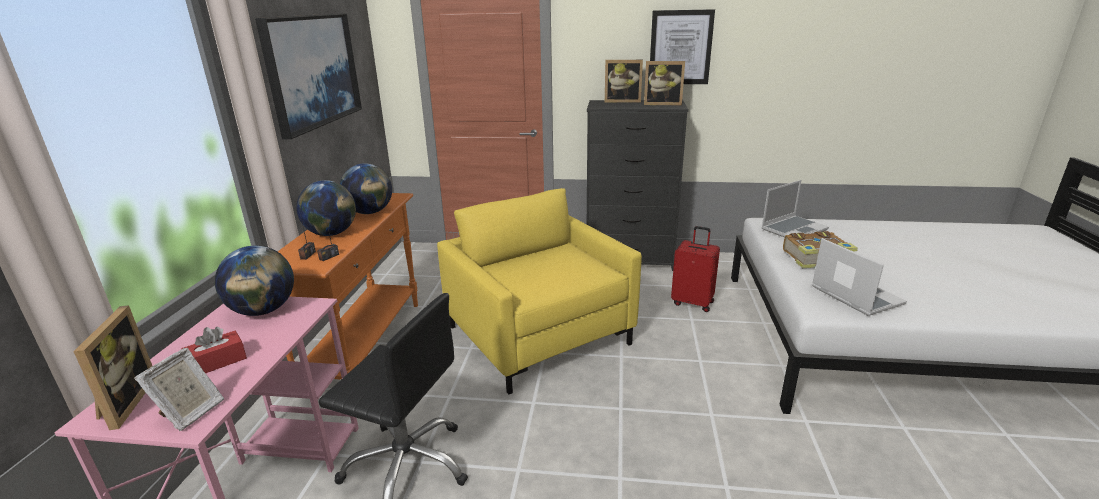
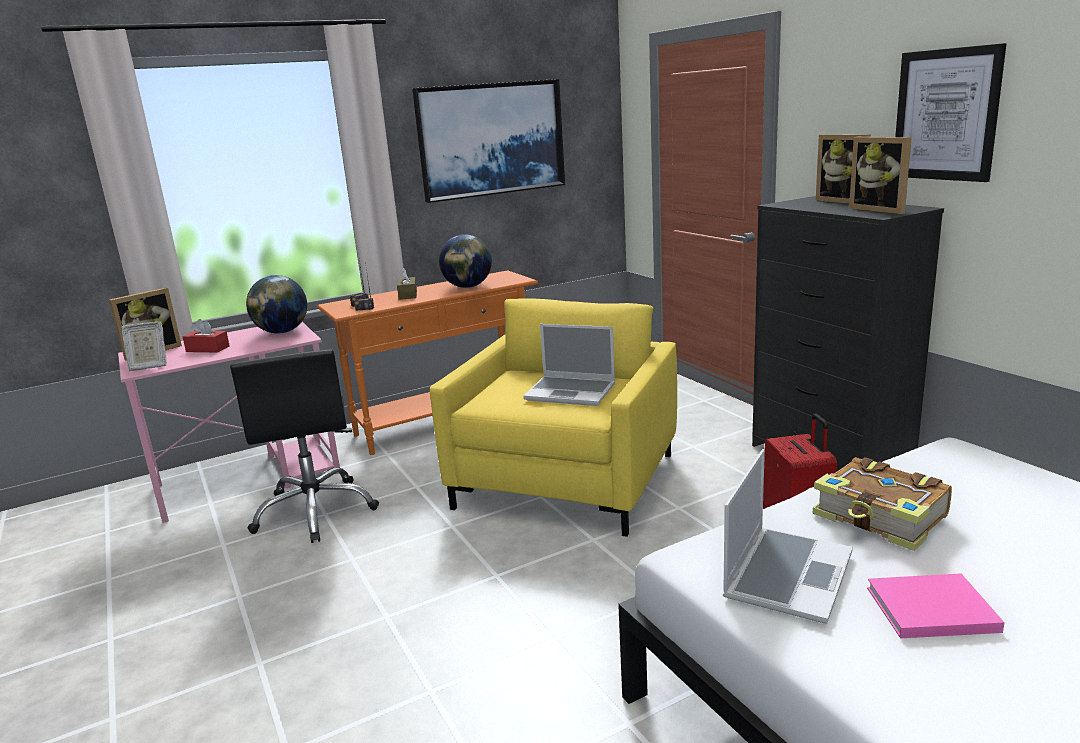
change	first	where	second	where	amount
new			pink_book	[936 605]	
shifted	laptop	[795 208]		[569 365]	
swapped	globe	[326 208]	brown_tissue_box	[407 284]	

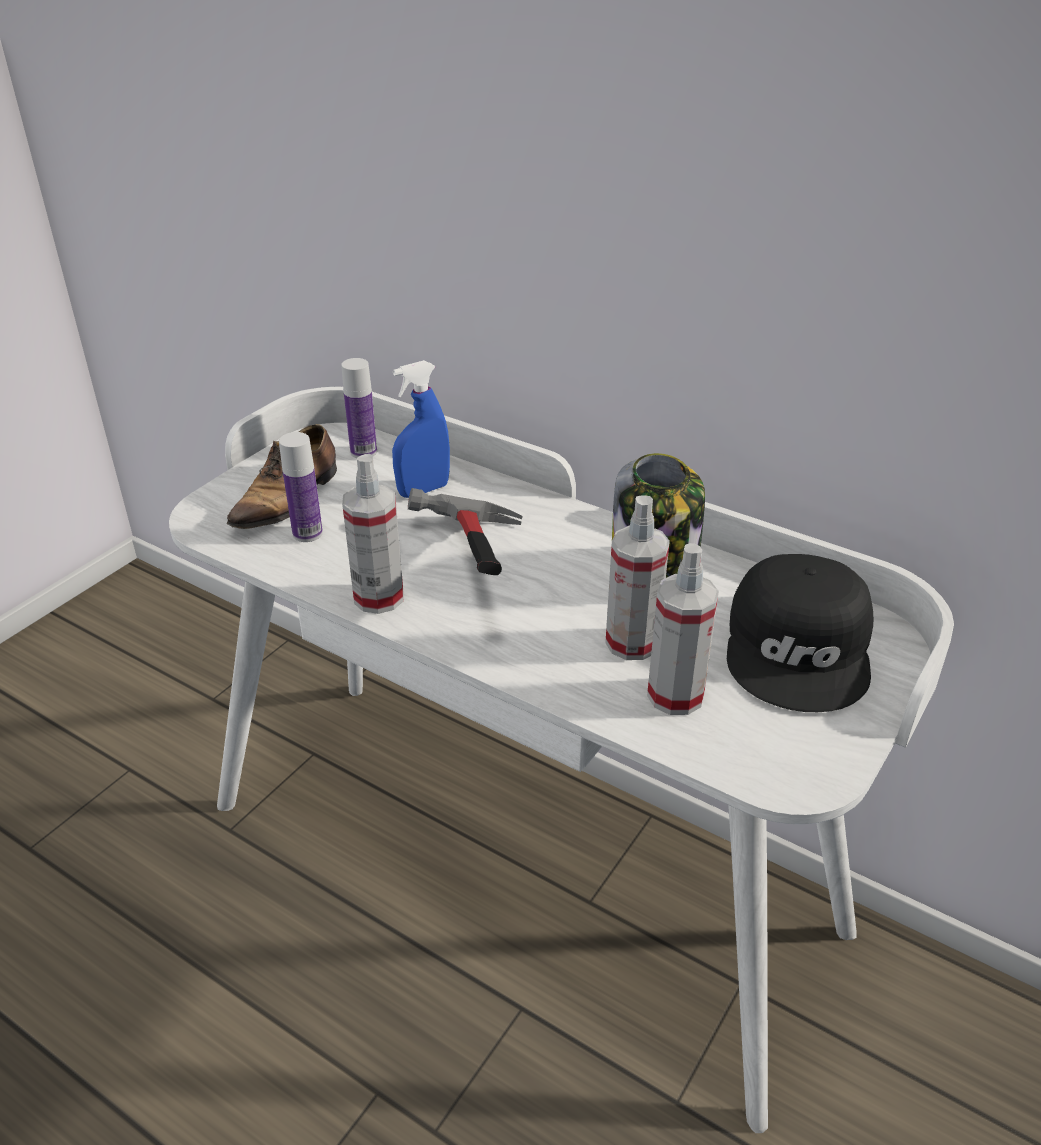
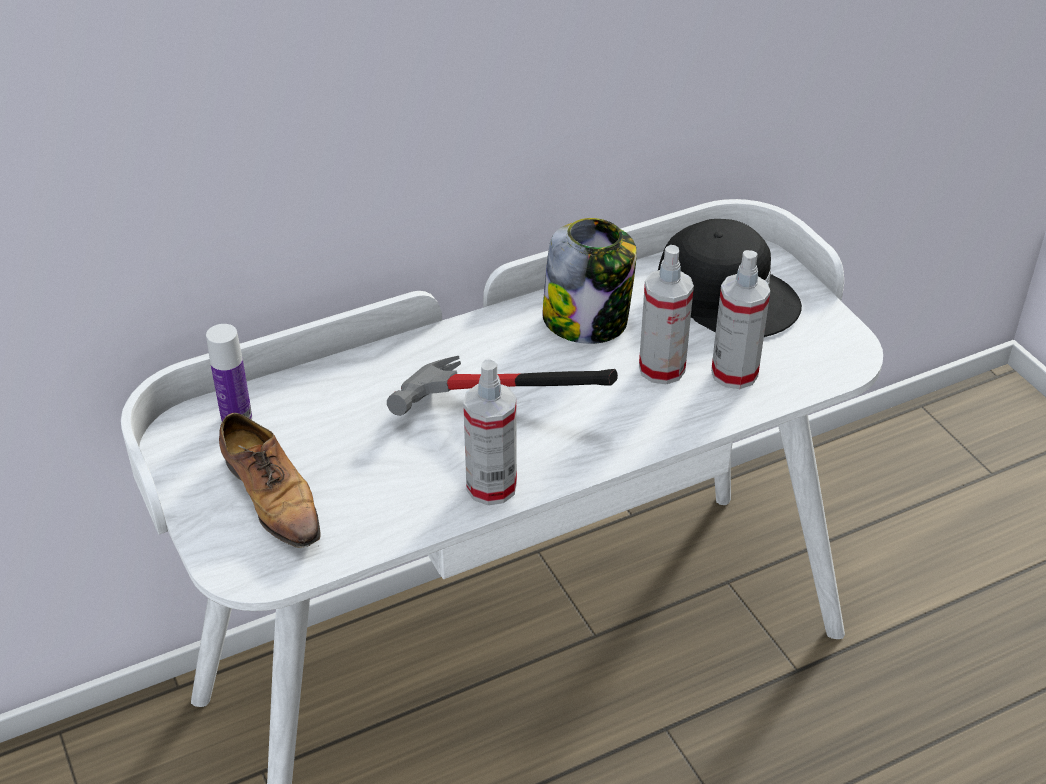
change	first	where	second	where	amount
gone	bottle	[301 487]			
gone	blue_spray_bottle	[421 429]			

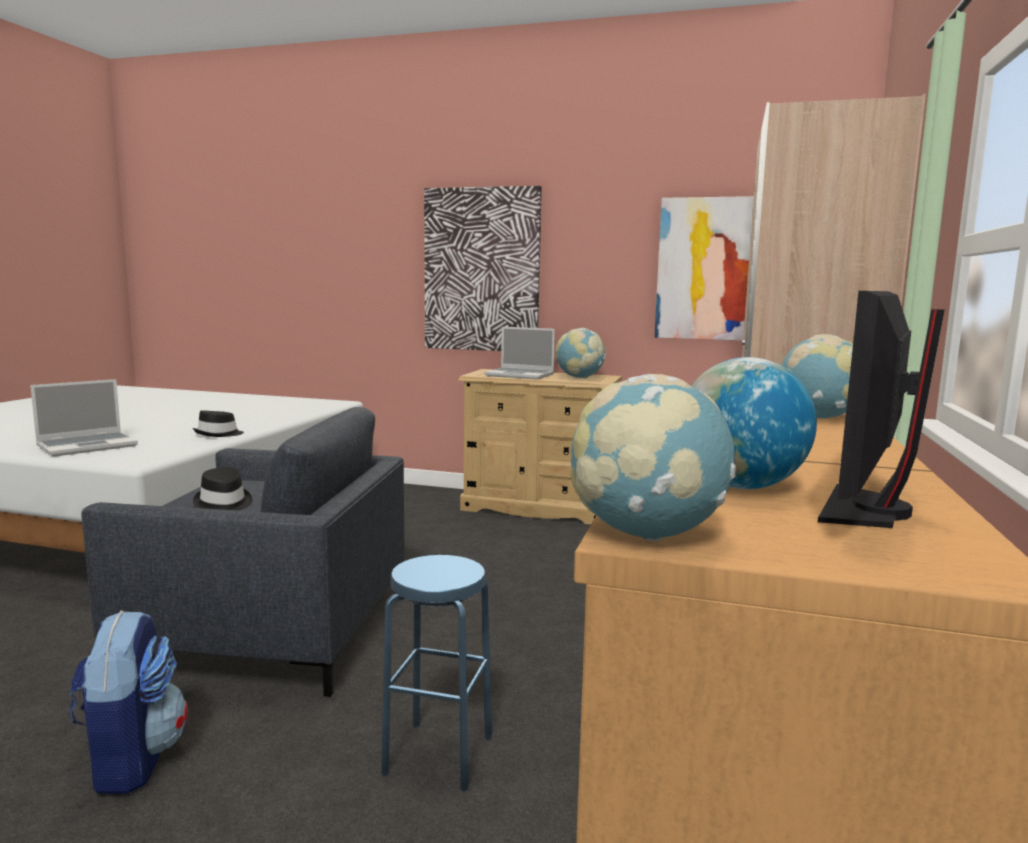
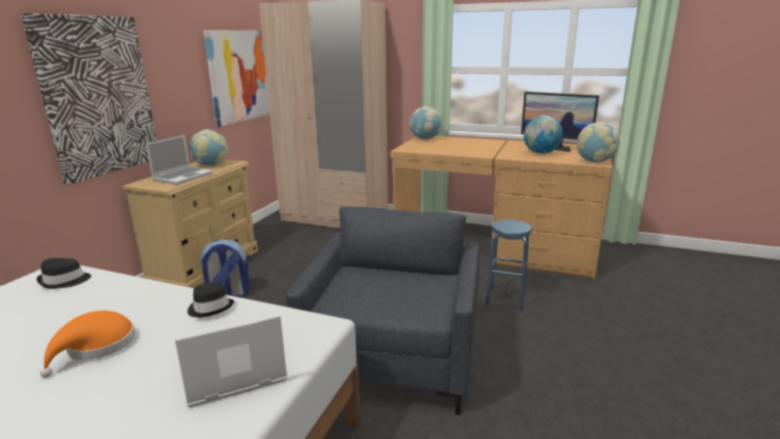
change	first	where	second	where	amount
new			orange_hat	[87 344]	
shifted	backpack	[128 702]		[225 268]	
shifted	black_hat	[223 489]		[64 273]	
rotated	laptop	[84 418]		[231 361]	75 degrees counterclockwise

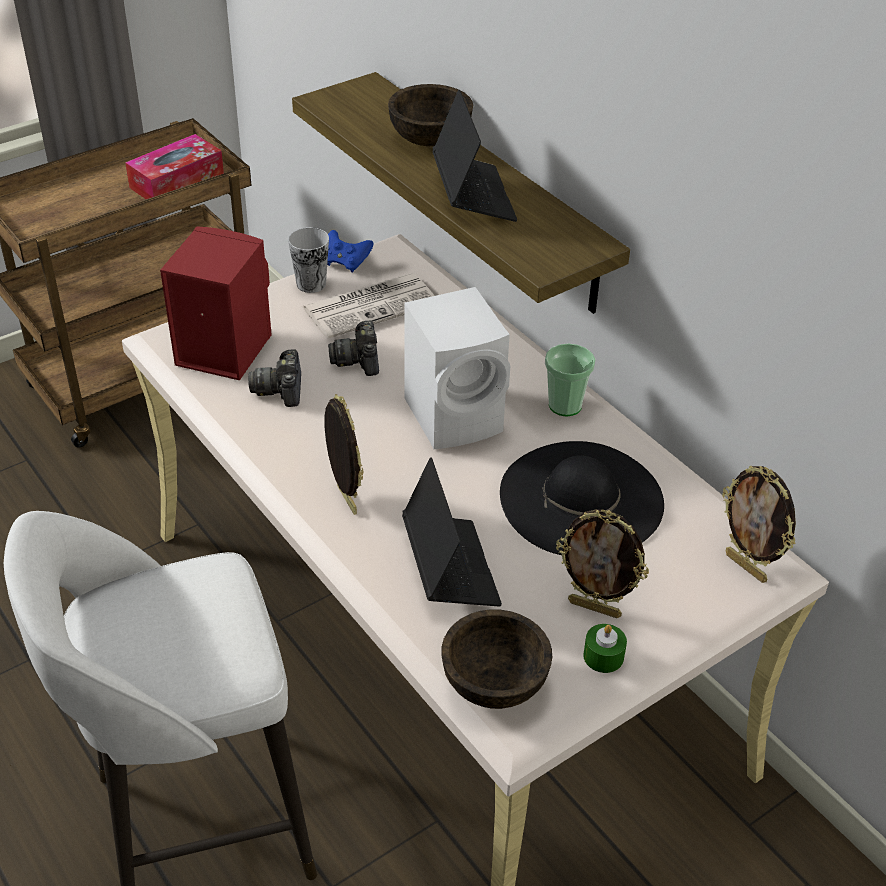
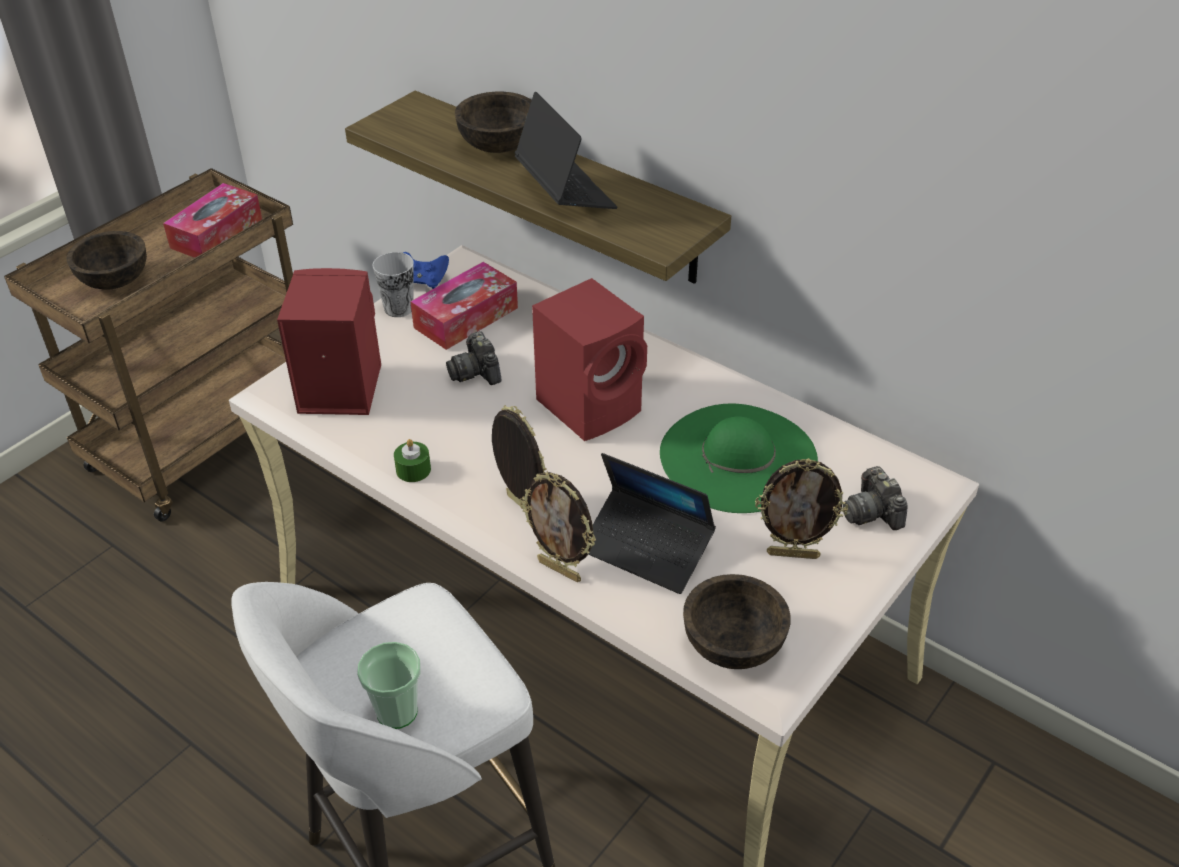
change	first	where	second	where	amount
new			brown_bowl	[106 260]	
shifted	photo_camera	[274 378]		[875 498]	
shifted	cup	[570 380]		[389 685]	
shifted	green_candle	[605 648]		[412 460]	
shifted	picture_frame	[759 524]		[557 527]	
swapped	newspaper	[368 306]	tissue_box	[464 306]	
repainted	white_speaker	[457 368]	red_speaker	[589 359]	
repainted	black_hat	[582 498]	green_hat	[739 458]	
rotated	laptop	[452 531]		[652 523]	150 degrees clockwise

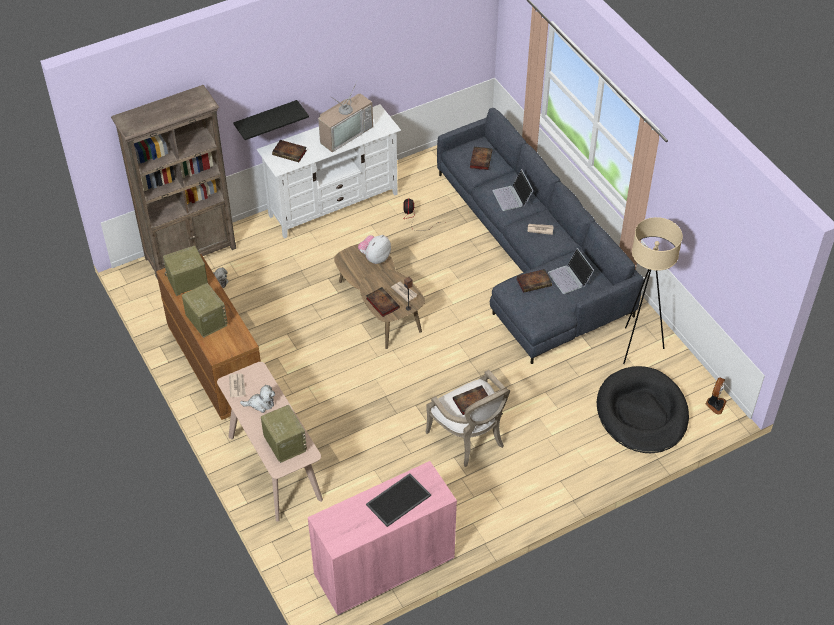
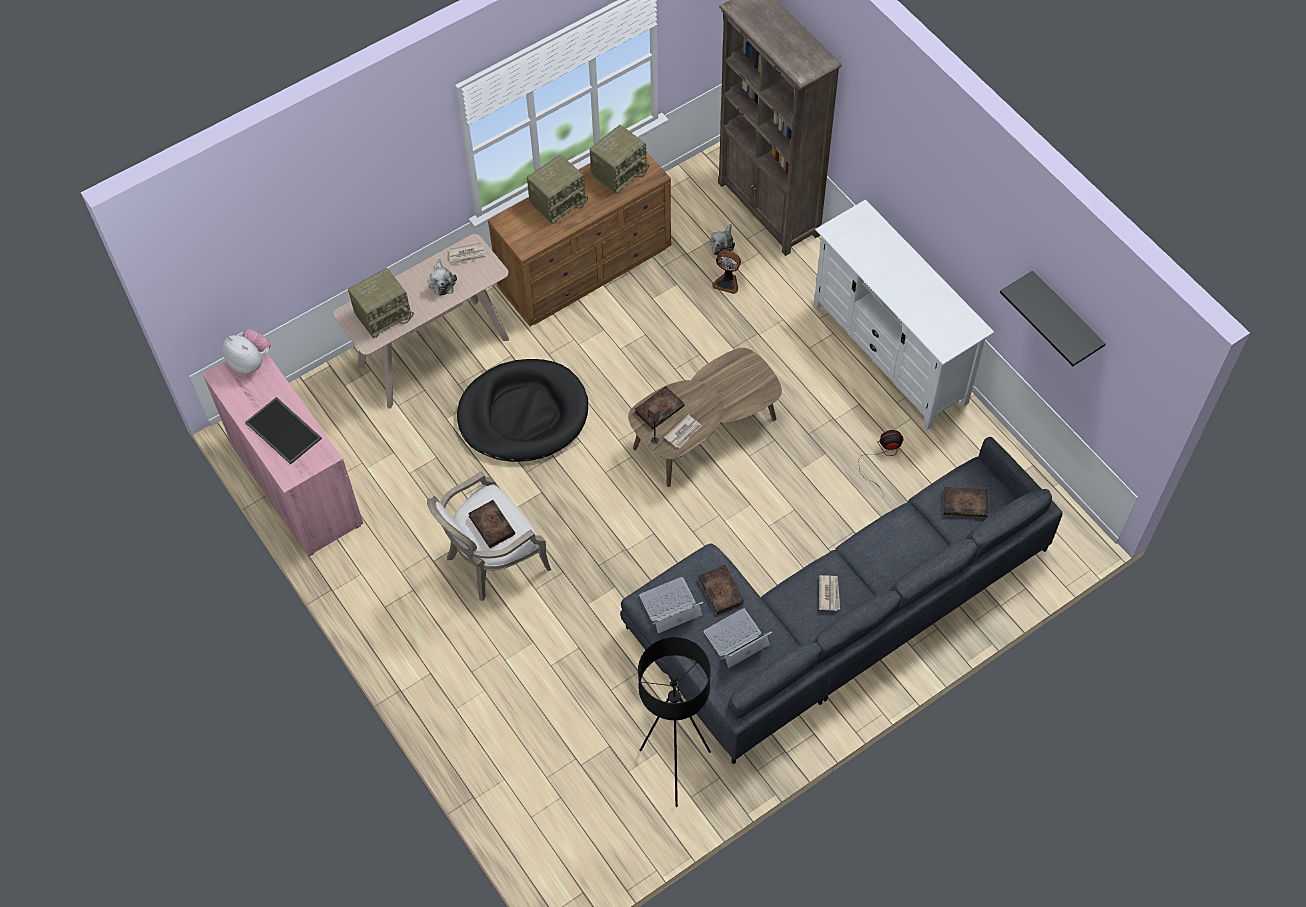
change	first	where	second	where	amount
gone	book	[289 151]			
gone	television	[345 116]			
shifted	black_shelf	[271 120]		[1053 318]	
shifted	plush_toy	[374 249]		[246 351]	
shifted	laptop	[512 190]		[671 605]	
shifted	black_dog_bed	[643 409]		[522 410]	
shifted	fan	[716 396]		[726 272]	
repainted	beige_floor_lamp	[653 290]	black_floor_lamp	[674 722]	
rotated	radio	[185 271]		[619 159]	75 degrees clockwise

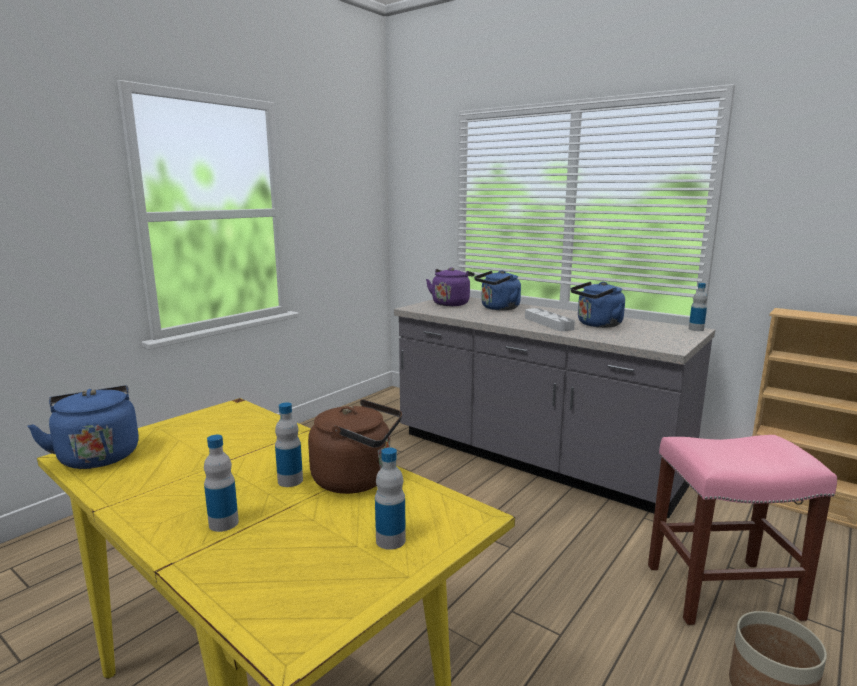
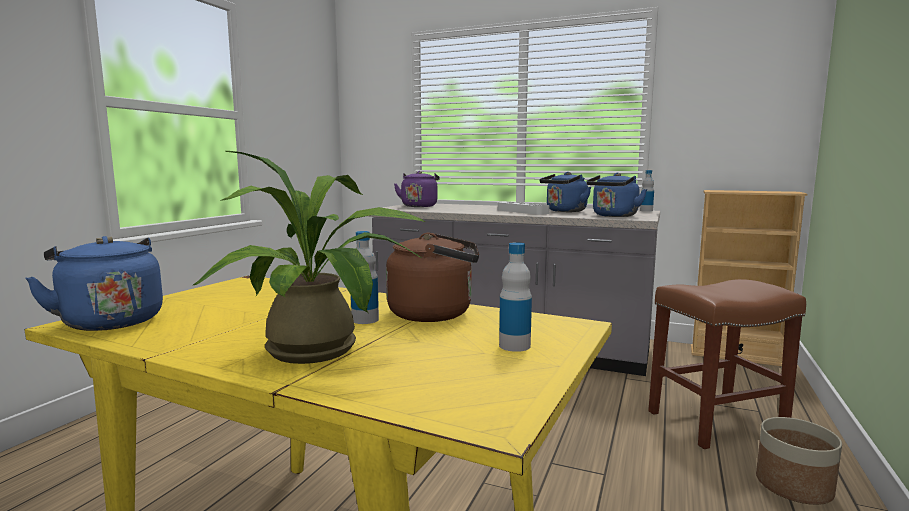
change	first	where	second	where	amount
shifted	blue_kettle	[497 290]		[616 195]	
swapped	bottle	[221 483]	potted_plant	[309 257]	
repainted	pink_stool	[742 530]	brown_stool	[727 364]	

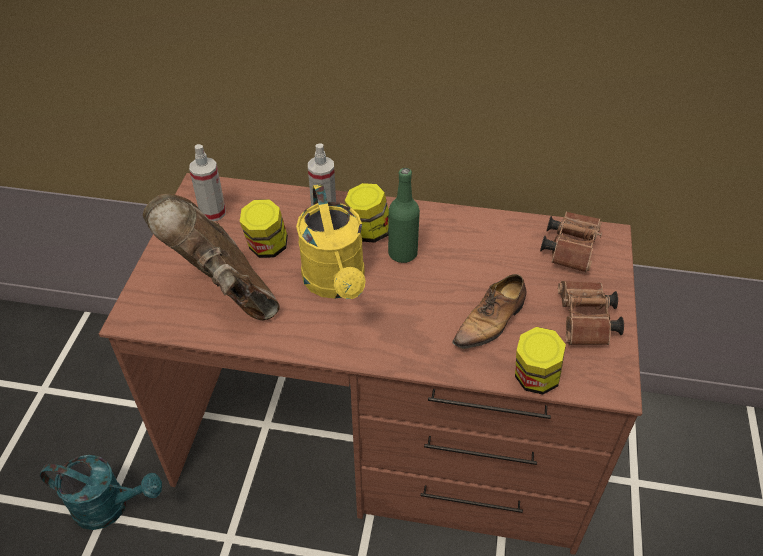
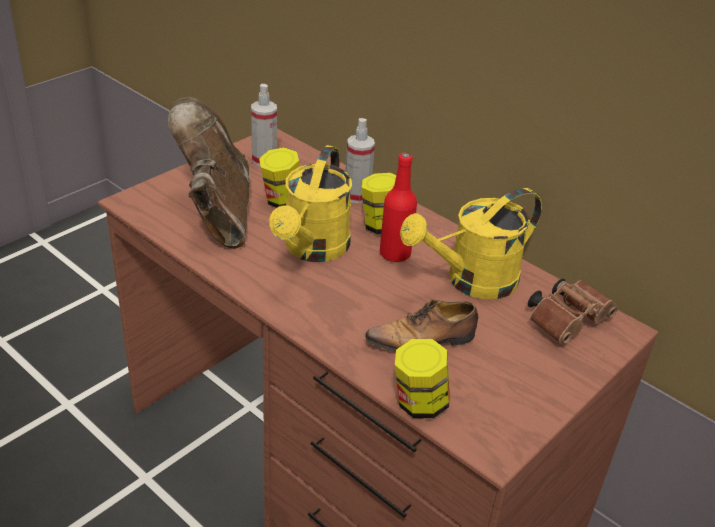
change	first	where	second	where	amount
gone	turquoise_watering_can	[101 492]			
gone	brown_binoculars	[591 313]			
new			yellow_watering_can	[471 243]	
repainted	green_bottle	[404 215]	red_bottle	[398 207]	

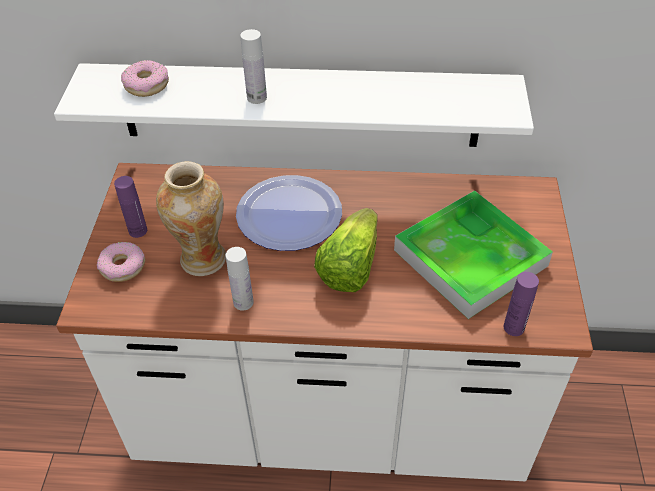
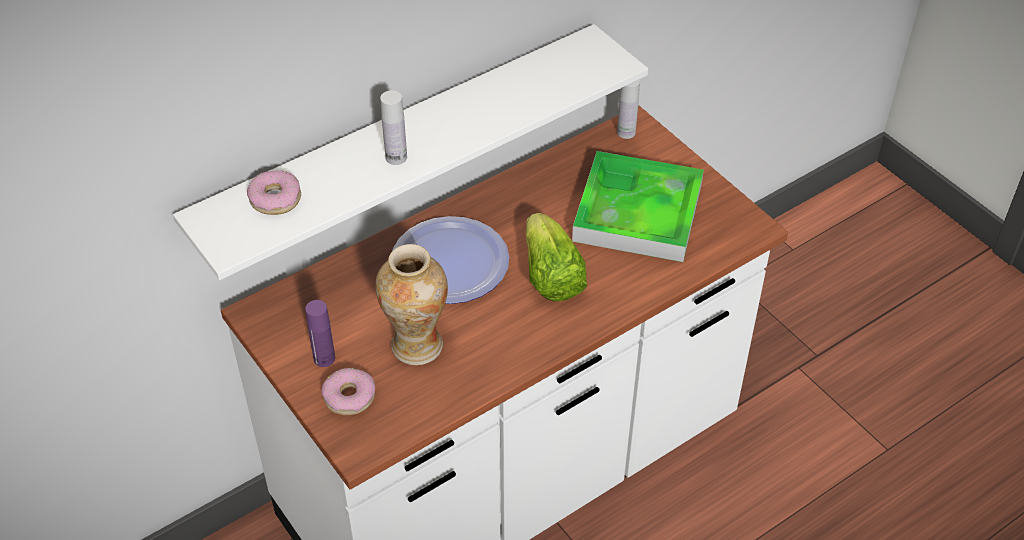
change	first	where	second	where	amount
gone	purple_bottle	[521 304]			
shifted	white_bottle	[240 279]		[628 109]	

